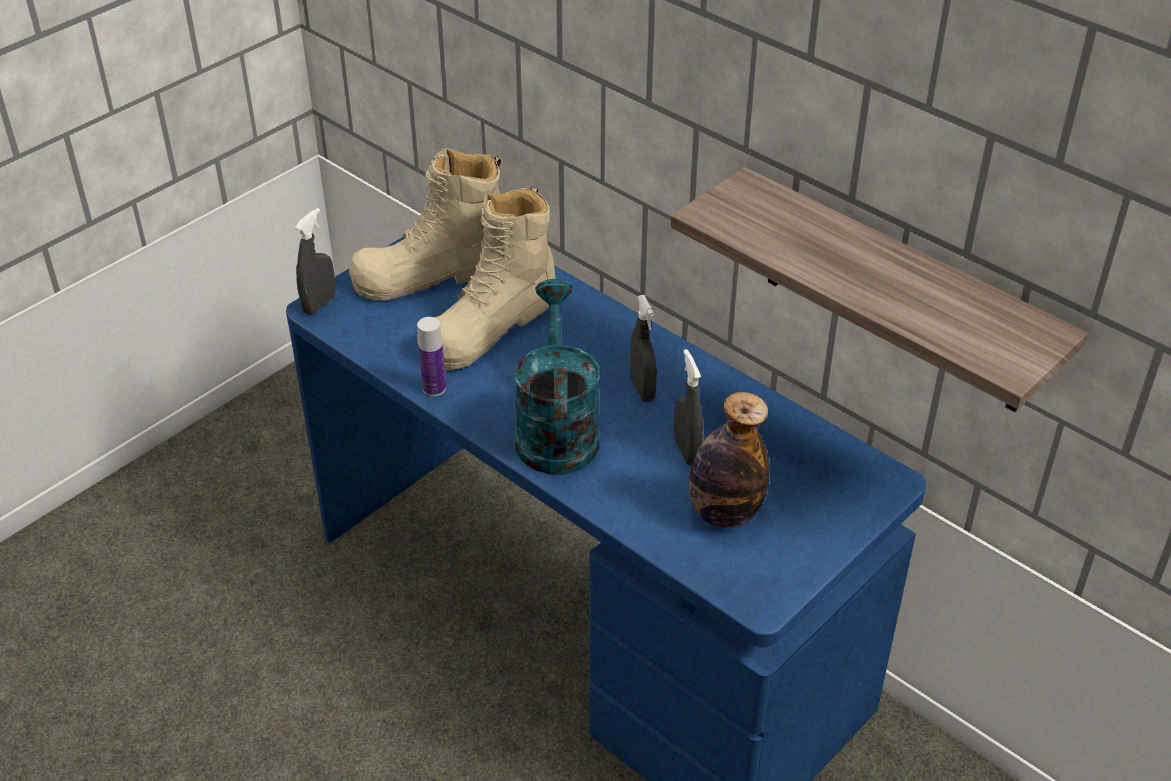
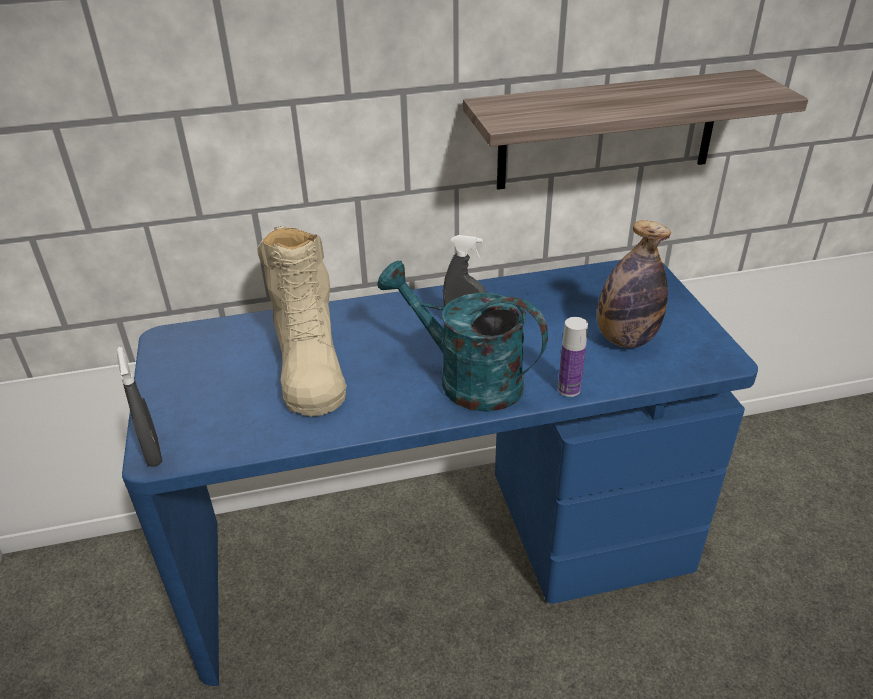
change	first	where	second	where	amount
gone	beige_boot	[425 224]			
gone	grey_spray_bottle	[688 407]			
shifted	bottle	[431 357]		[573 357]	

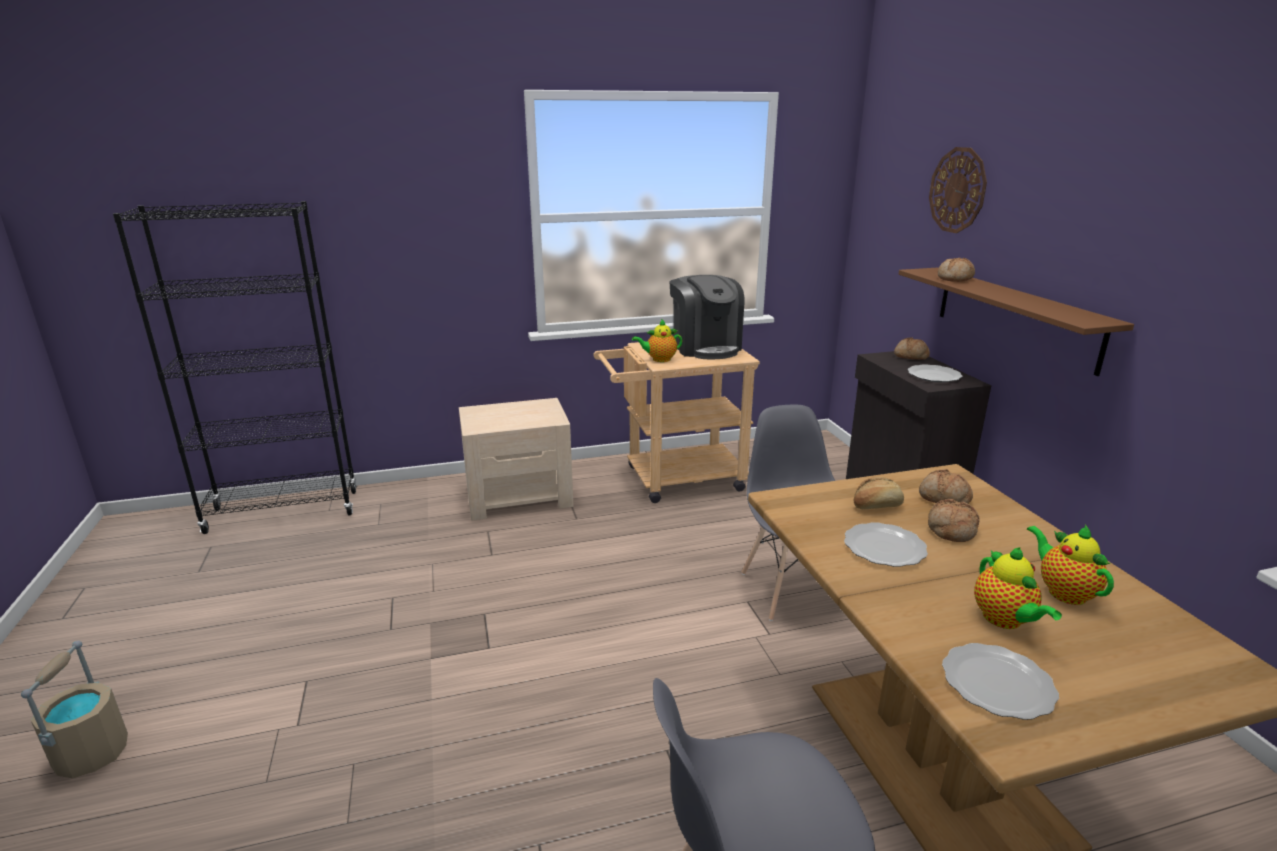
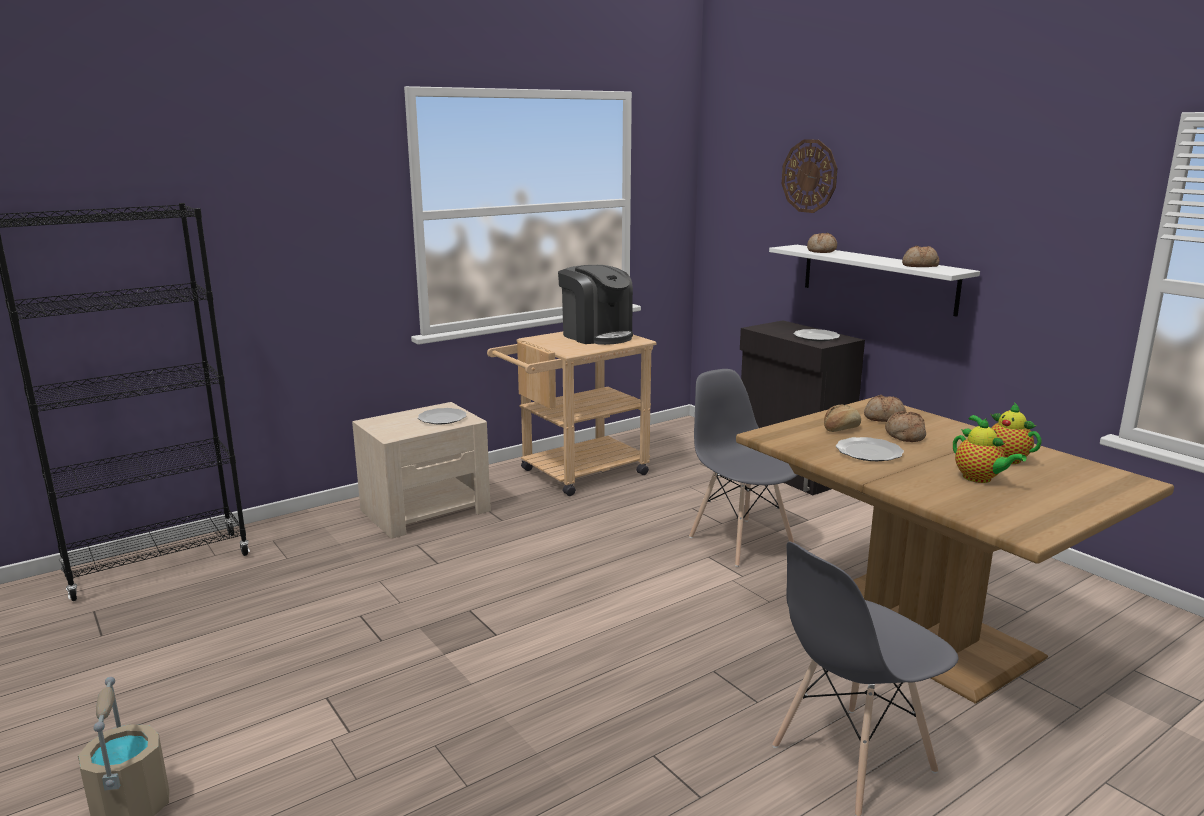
change	first	where	second	where	amount
gone	teapot	[657 340]			
shifted	bread	[912 348]		[920 256]	
shifted	plate	[1000 681]		[442 416]	
repainted	brown_shelf	[1016 322]	white_shelf	[874 281]	

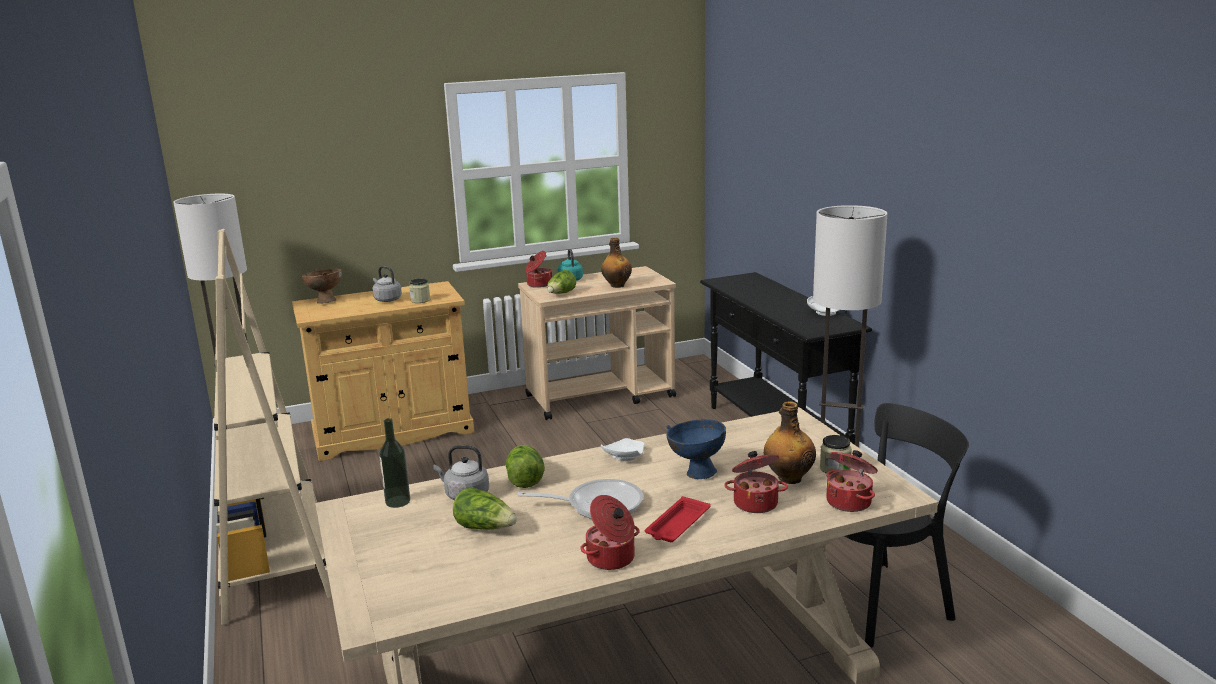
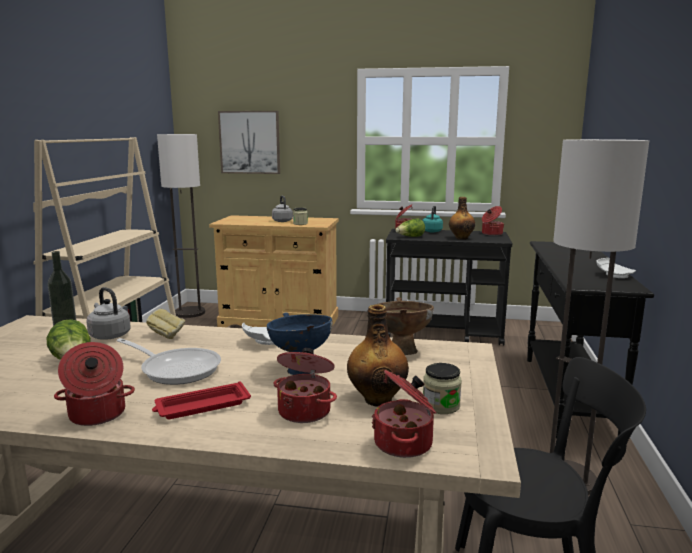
change	first	where	second	where	amount
new			picture	[249 142]	
new			cooking_pot	[493 221]	
shifted	brown_bowl	[322 286]		[406 326]	
swapped	lettuce	[525 466]	bread	[165 324]	
repainted	beige_cart	[597 343]	black_cart	[449 287]	

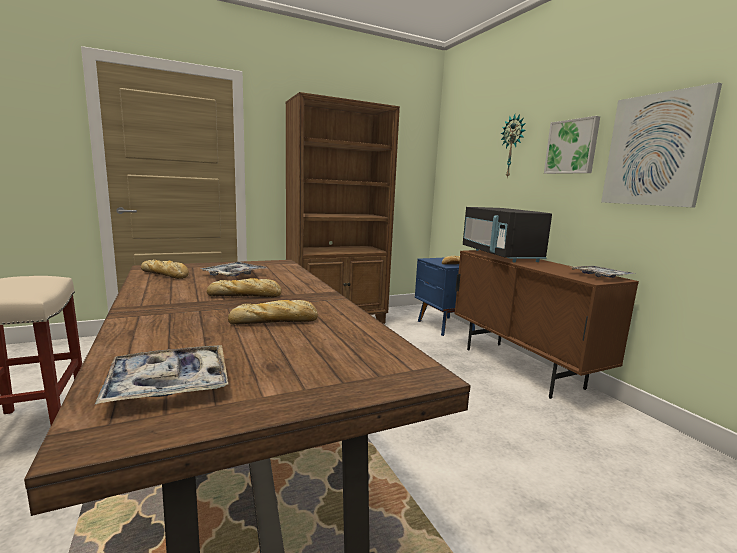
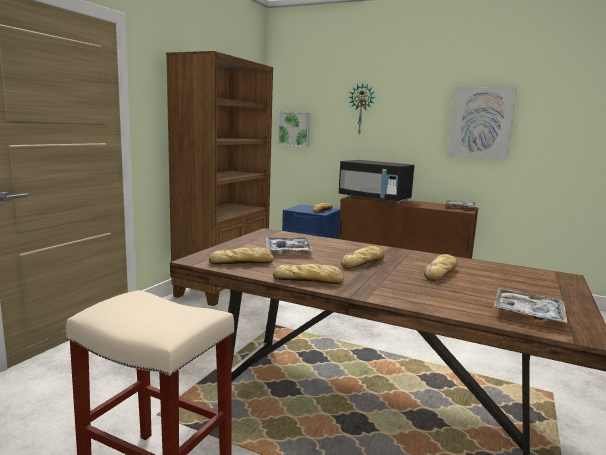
change	first	where	second	where	amount
new			bread	[308 274]	
shifted	picture	[572 145]		[294 129]	

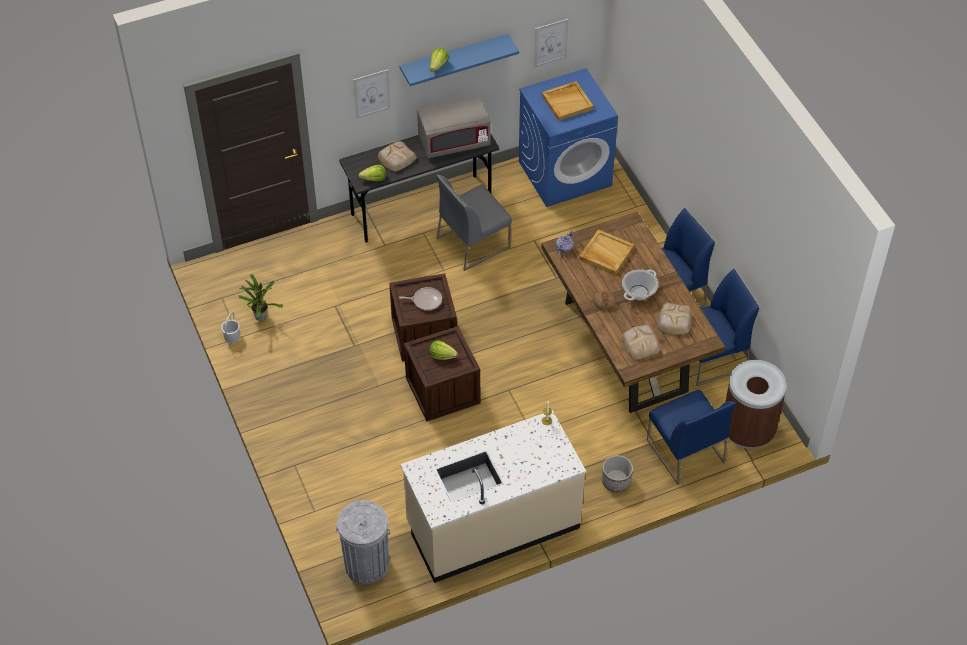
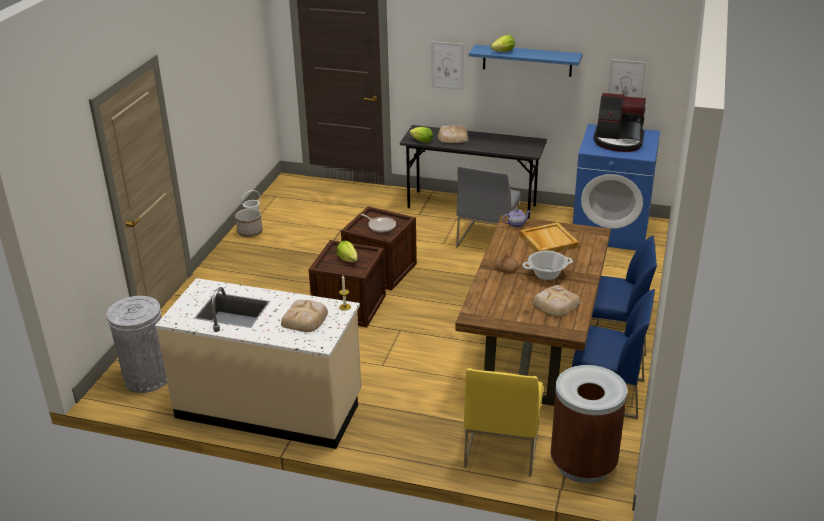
change	first	where	second	where	amount
gone	potted_plant	[261 297]			
gone	grey_microwave	[454 127]			
shifted	planter	[617 473]		[249 223]	
shifted	bread	[641 342]		[304 316]	
swapped	beige_tray	[567 101]	coffee_machine	[620 122]	
repainted	blue_chair	[691 437]	yellow_chair	[503 422]	
rotated	grey_chair	[474 223]		[488 207]	75 degrees counterclockwise

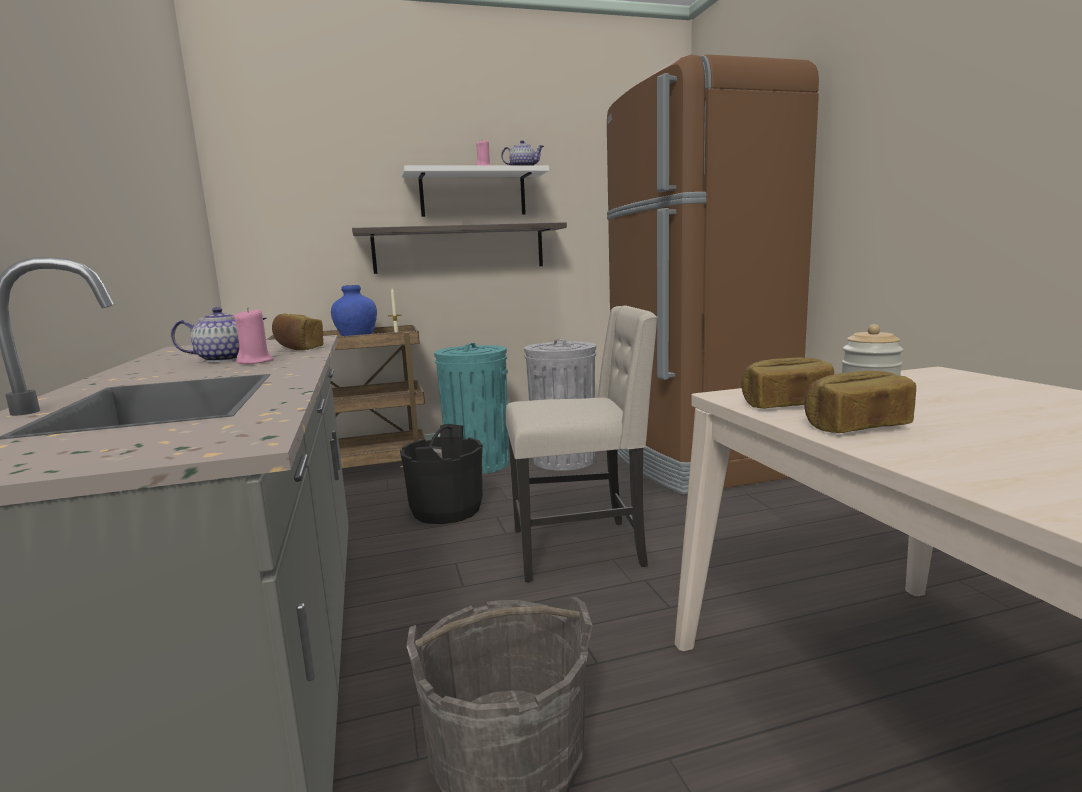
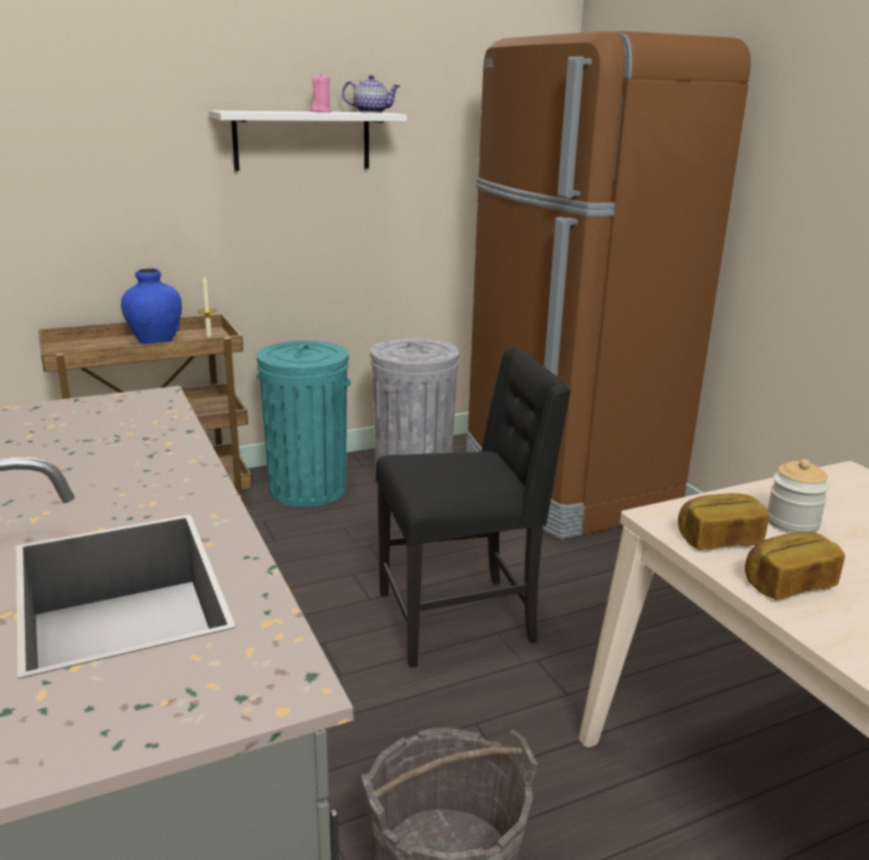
change	first	where	second	where	amount
gone	teapot	[219 334]			
gone	pink_candle	[254 336]			
gone	bread	[297 331]			
gone	shelf	[459 248]			
gone	black_bucket	[441 474]			
repainted	beige_chair	[582 444]	black_chair	[473 508]	

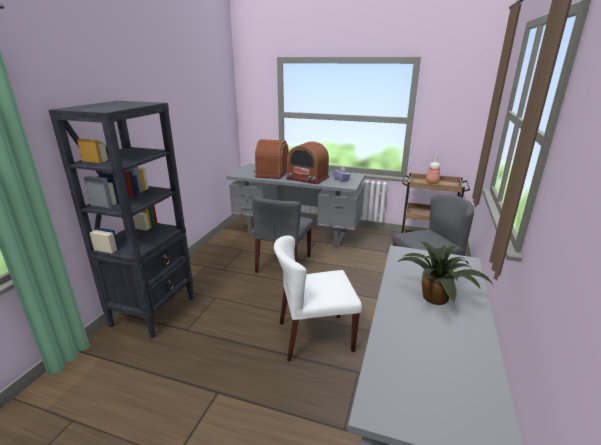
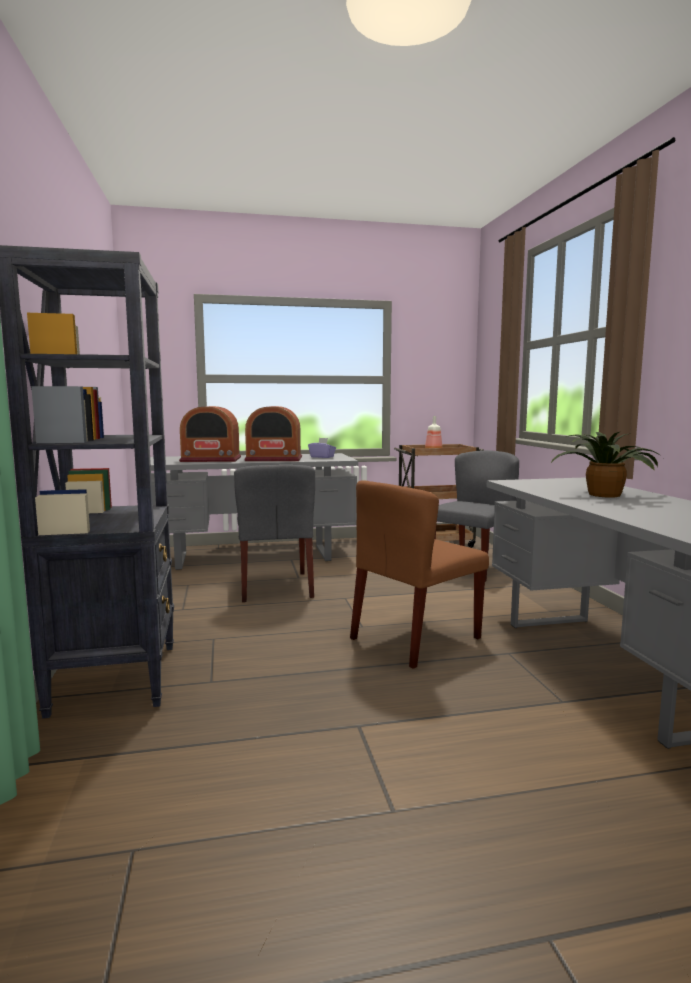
change	first	where	second	where	amount
repainted	white_chair	[318 298]	brown_chair	[419 574]	
rotated	radio	[271 159]		[210 434]	75 degrees counterclockwise

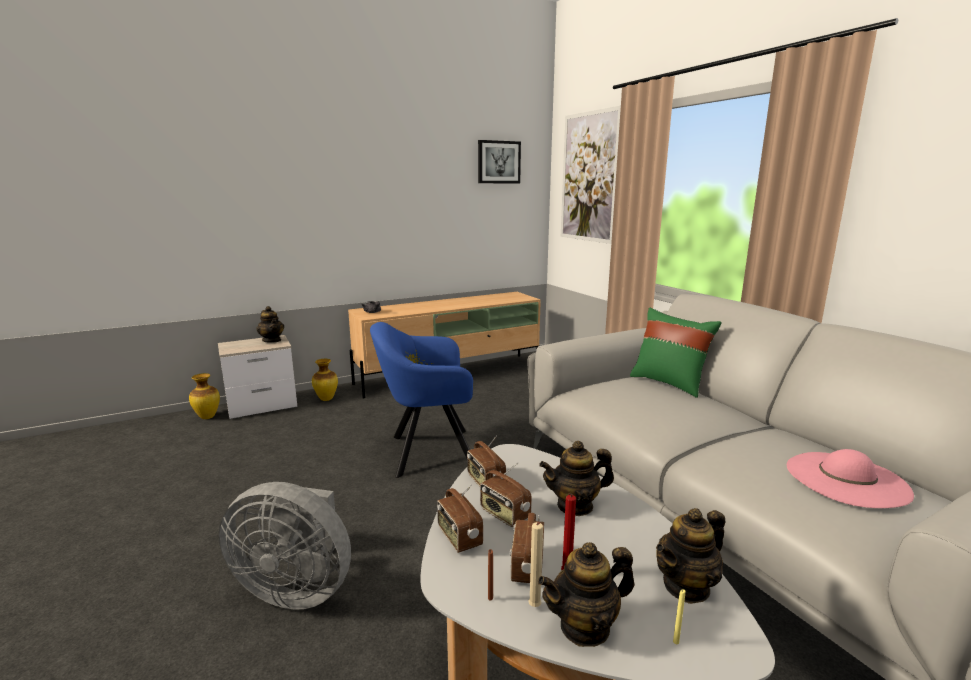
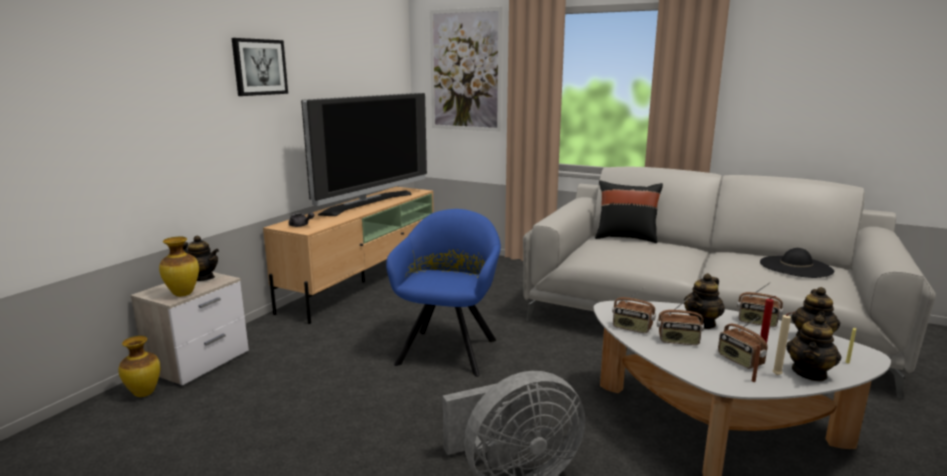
change	first	where	second	where	amount
new			television	[364 154]	
shifted	vase	[325 380]		[179 267]	
shifted	radio	[460 518]		[760 304]	
shifted	picture	[499 161]		[260 67]	
repainted	green_pillow	[676 353]	black_pillow	[629 211]	
repainted	pink_hat	[850 478]	black_hat	[797 263]	
rotated	blue_armchair	[421 400]		[443 293]	150 degrees clockwise

